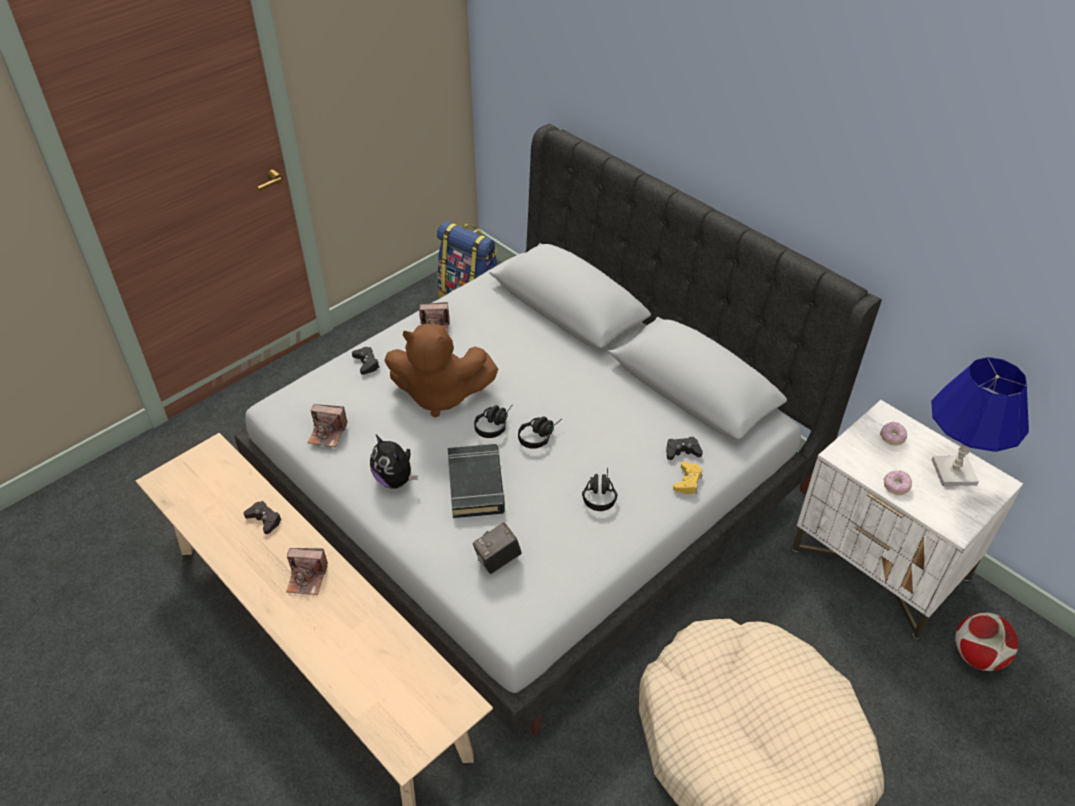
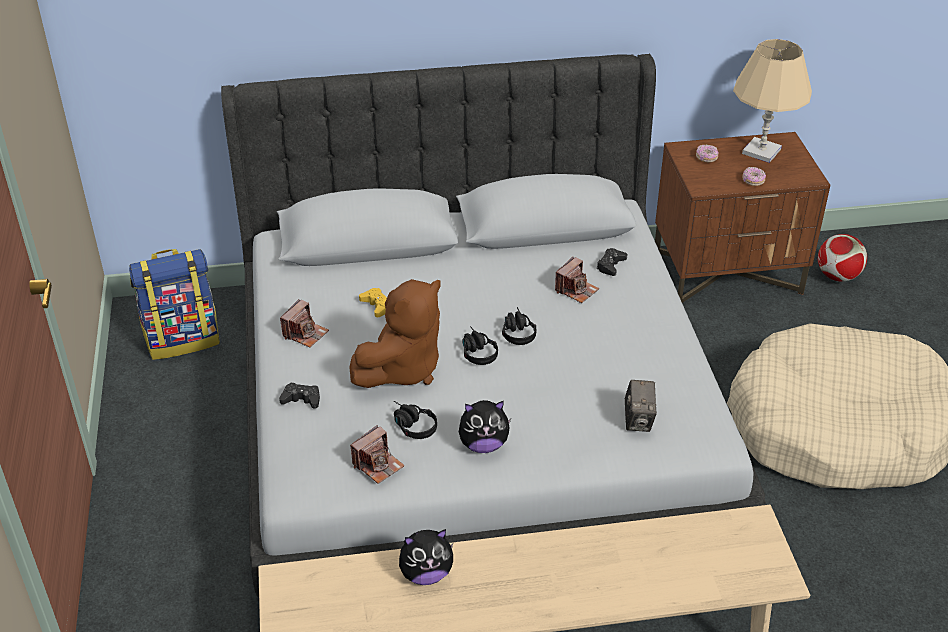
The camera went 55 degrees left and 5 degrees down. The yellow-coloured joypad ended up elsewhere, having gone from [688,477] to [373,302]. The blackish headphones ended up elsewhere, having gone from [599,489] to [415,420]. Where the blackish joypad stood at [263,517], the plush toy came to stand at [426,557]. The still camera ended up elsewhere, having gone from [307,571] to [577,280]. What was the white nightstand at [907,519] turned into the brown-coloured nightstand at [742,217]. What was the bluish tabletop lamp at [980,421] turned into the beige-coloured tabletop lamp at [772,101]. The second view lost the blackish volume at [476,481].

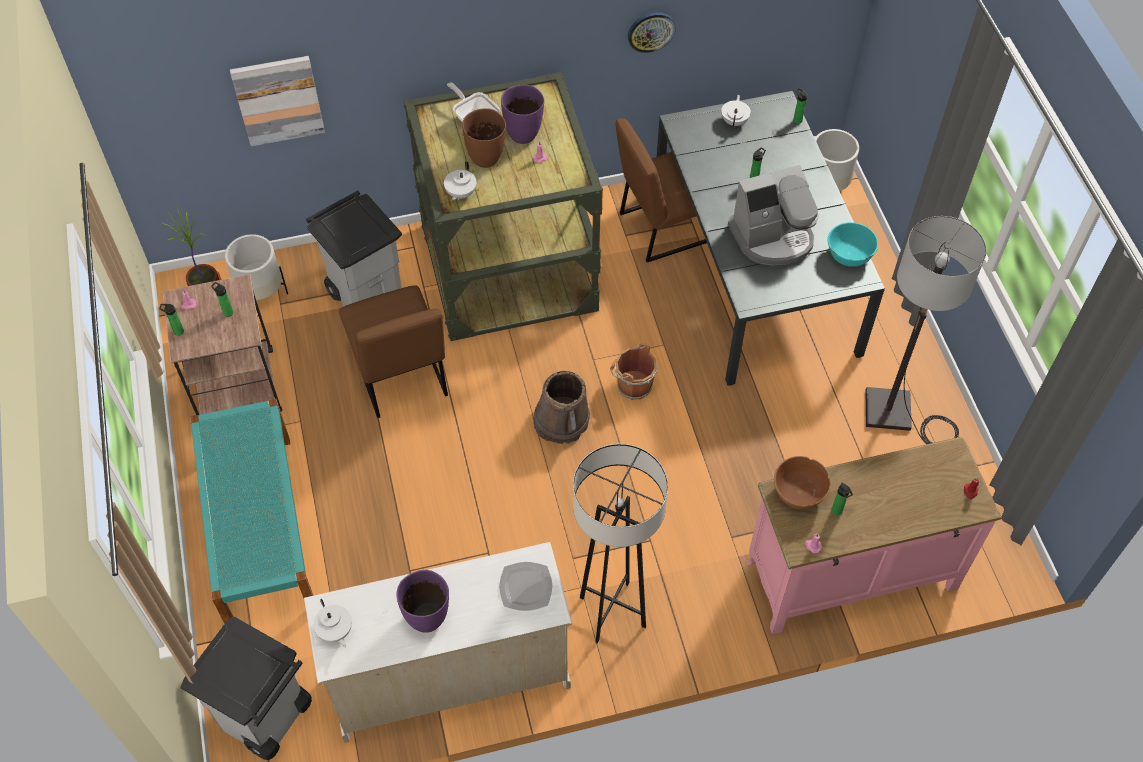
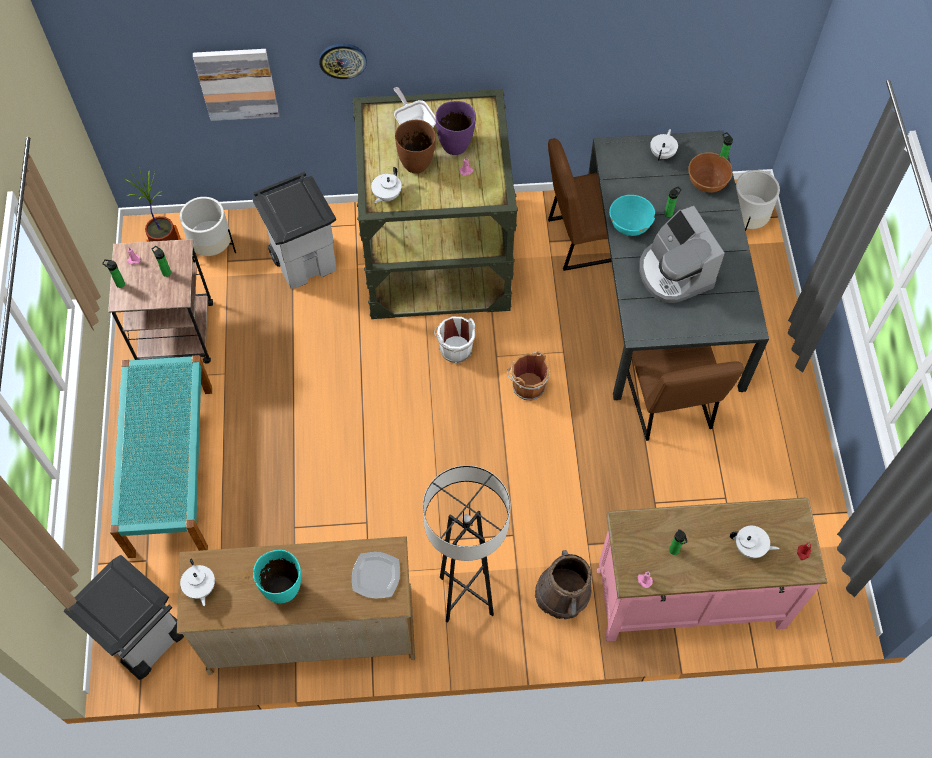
The camera went 10 degrees right and 5 degrees up. What was the white storage cabinet at [438,642] turned into the brown-coloured storage cabinet at [296,605]. What was the purple flower vase at [423,601] turned into the turquoise-coloured flower vase at [277,576]. The wall clock ended up elsewhere, having gone from [652,32] to [343,61]. The second view gained the white pail at [454,340]. The brown-coloured pail ended up elsewhere, having gone from [561,407] to [563,584]. The turquoise-coloured bowl ended up elsewhere, having gone from [853,244] to [632,215]. The brown-coloured chair ended up elsewhere, having gone from [393,351] to [685,393]. The coffee brewer at [773,215] ended up facing another way, 75 degrees clockwise from before. The brown-coloured bowl ended up elsewhere, having gone from [802,482] to [710,172]. The second view gained the white teapot at [755,542]. The second view lost the standard lamp at [925,330].

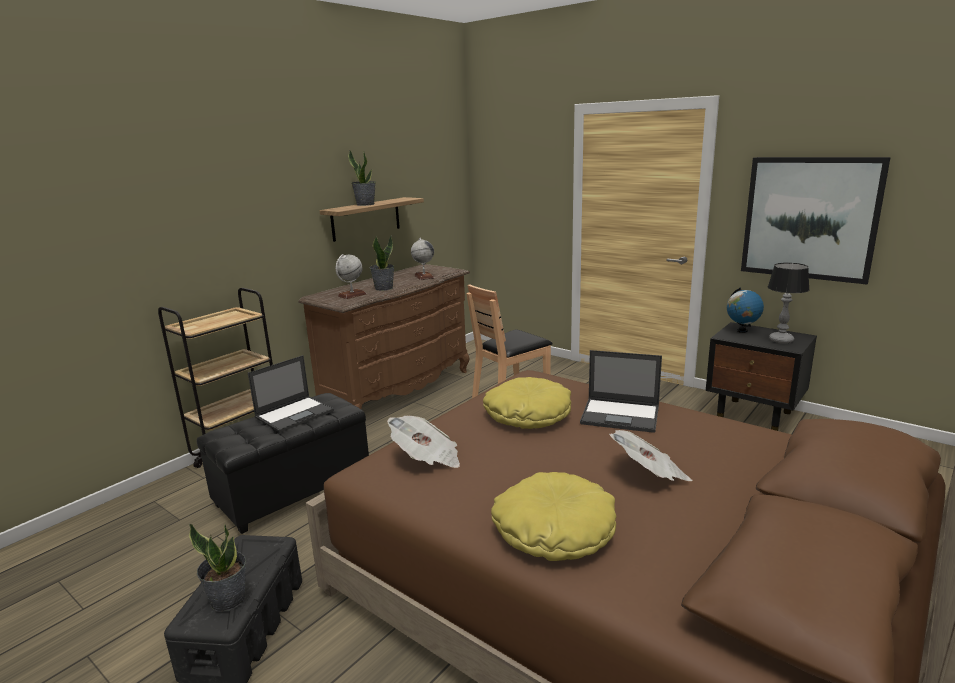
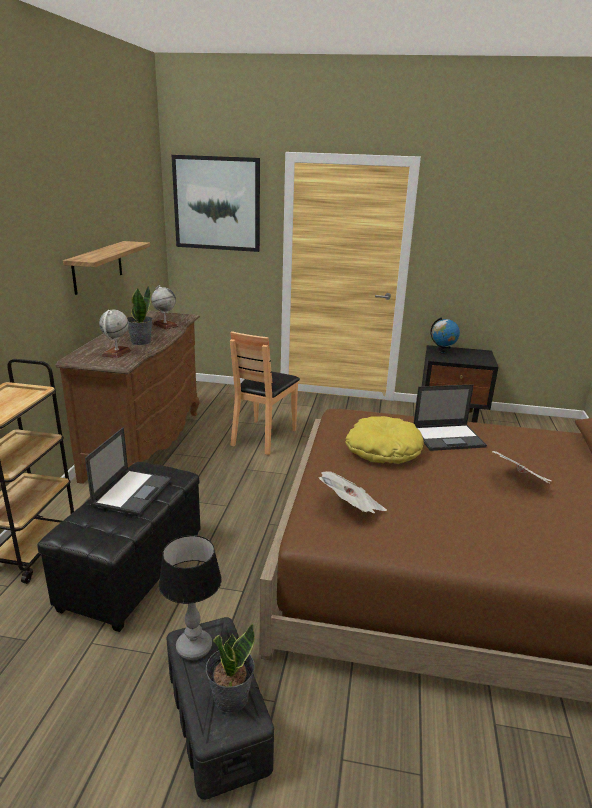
The camera went 30 degrees left and 5 degrees up. The tabletop lamp ended up elsewhere, having gone from [789,303] to [190,597]. The wall picture ended up elsewhere, having gone from [816,220] to [216,203]. The second view lost the houseplant at [362,177]. The second view lost the yellow-coloured throw pillow at [553,516].

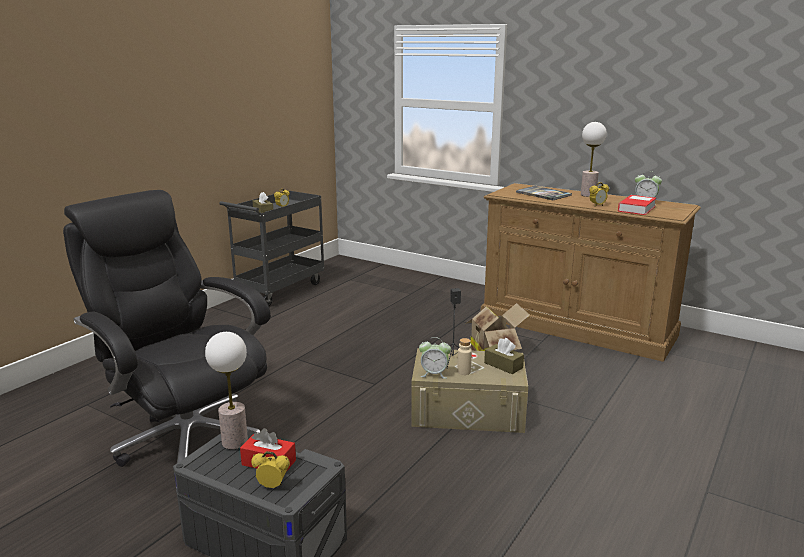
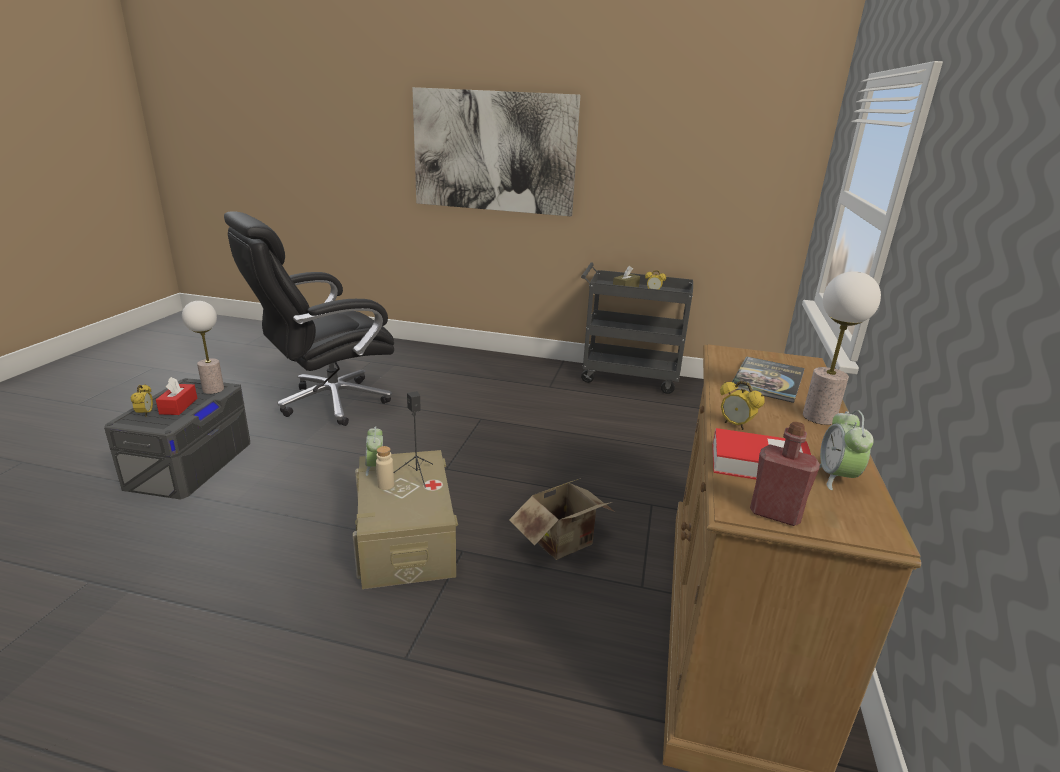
The camera went 70 degrees right and 5 degrees up. The blackish office chair at [167,328] ended up facing another way, 150 degrees counterclockwise from before. The second view gained the wall picture at [496,151]. The second view gained the reddish drink bottle at [785,474]. The second view lost the brown-coloured tissue box at [504,356].

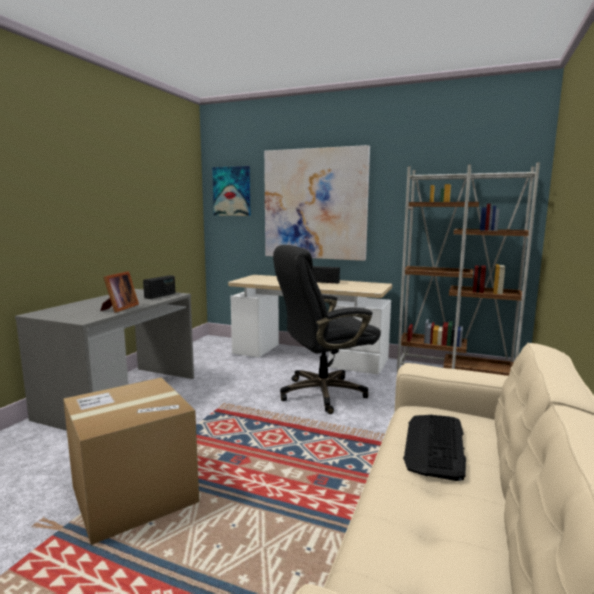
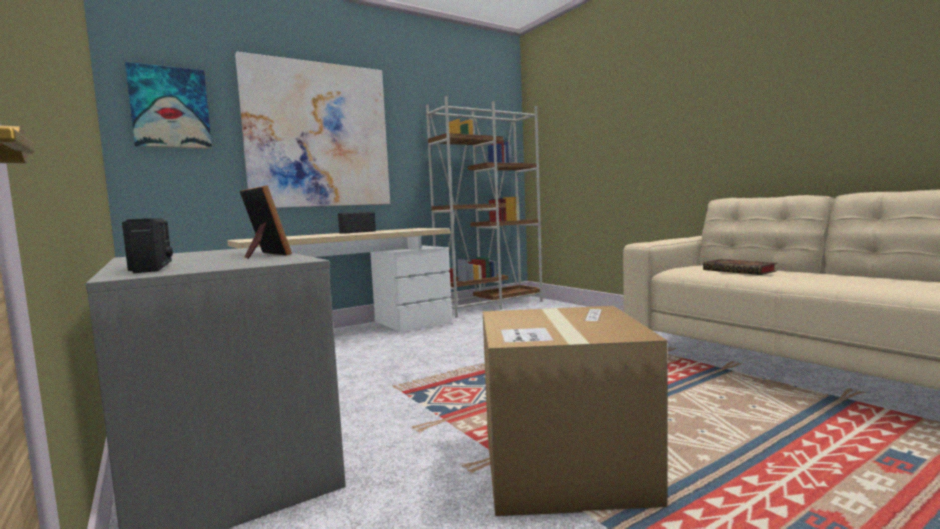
The camera went 55 degrees left and 5 degrees down. The radio set ended up elsewhere, having gone from [159,287] to [147,245]. Where the PC keyboard stood at [434,448], the volume came to stand at [740,267]. The second view lost the blackish office chair at [327,329].

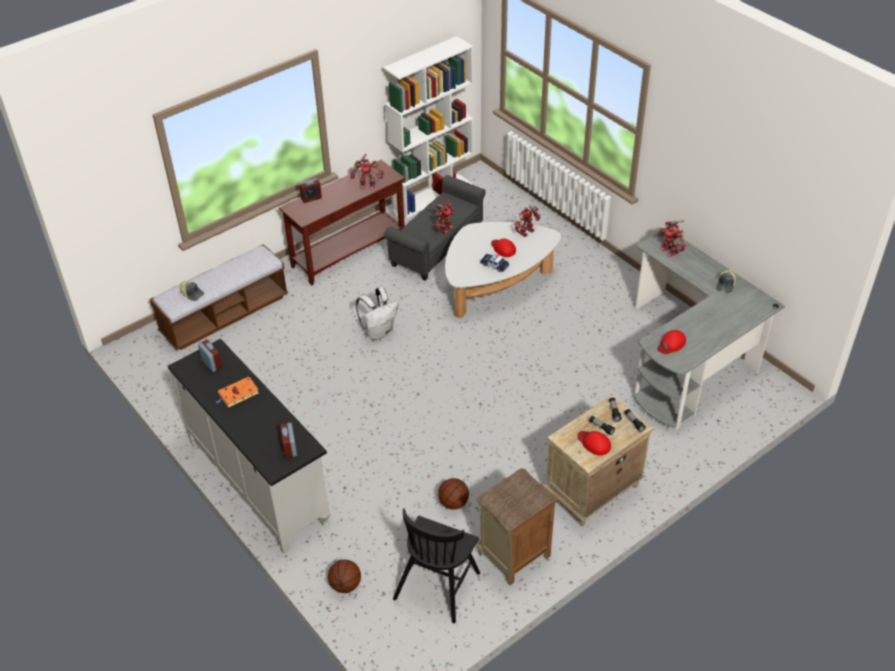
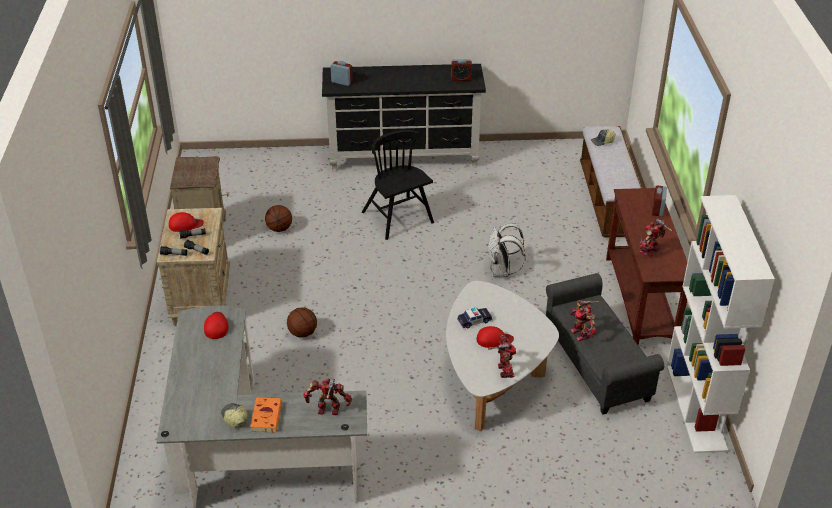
The camera went 125 degrees right and 5 degrees down. The orange volume ended up elsewhere, having gone from [237,392] to [266,415]. The basketball ended up elsewhere, having gone from [344,576] to [302,322]. The blackish chair ended up elsewhere, having gone from [436,566] to [398,185].

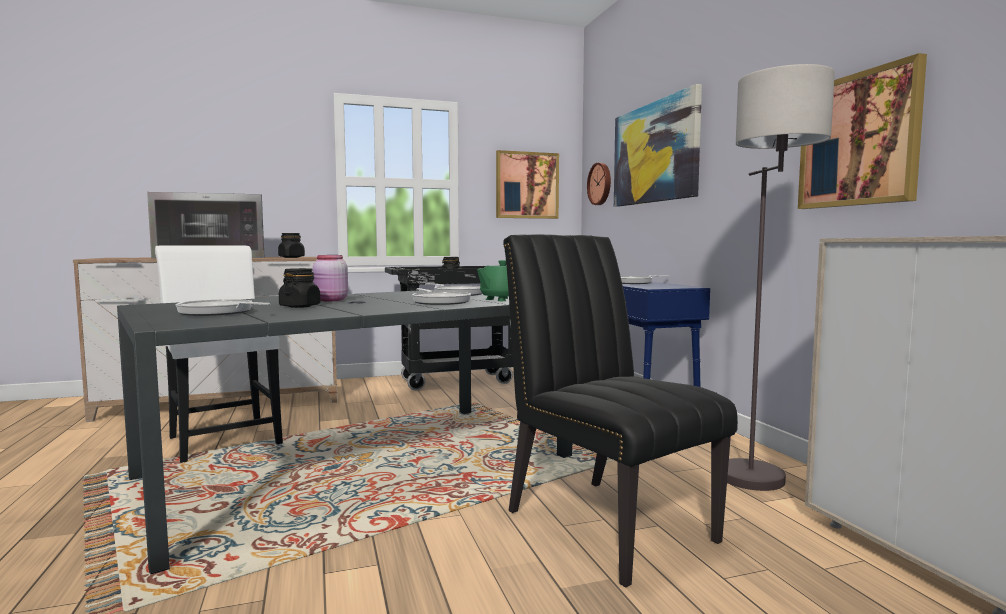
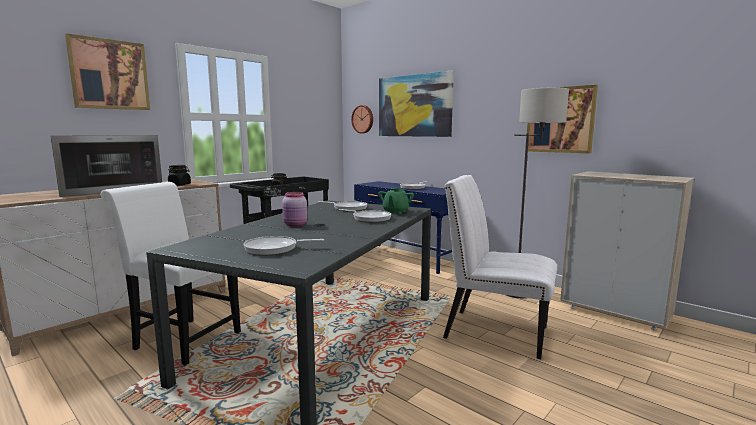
The camera went 30 degrees left and 5 degrees up. The wall picture ended up elsewhere, having gone from [527,184] to [107,71]. What was the blackish chair at [620,411] turned into the white chair at [500,267]. The second view lost the blackish jar at [299,288].

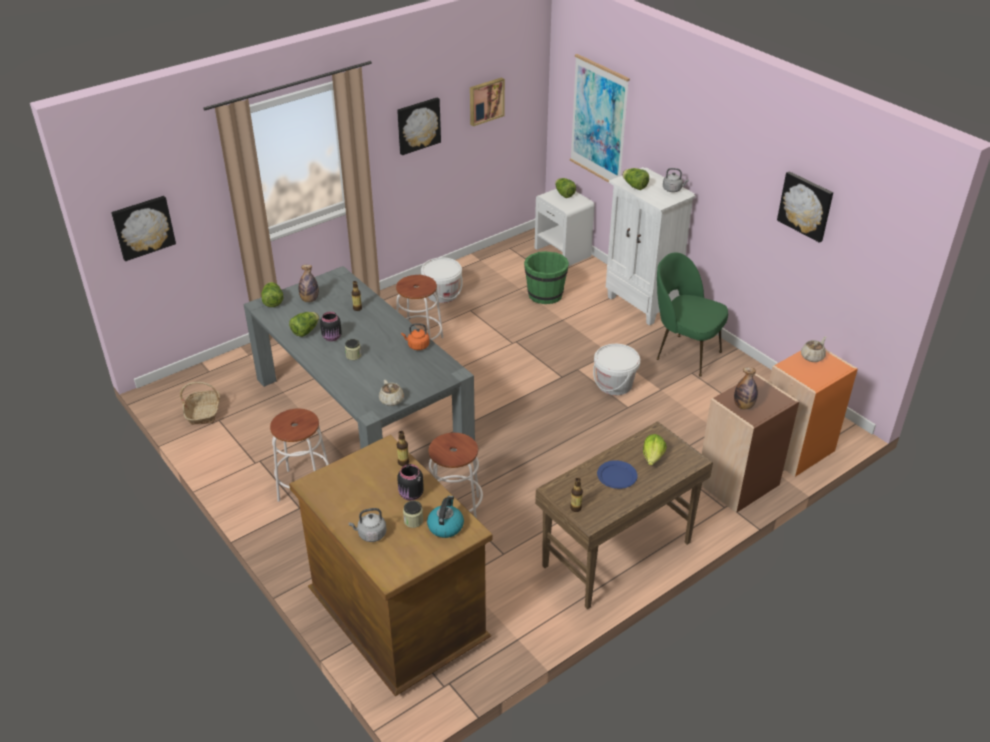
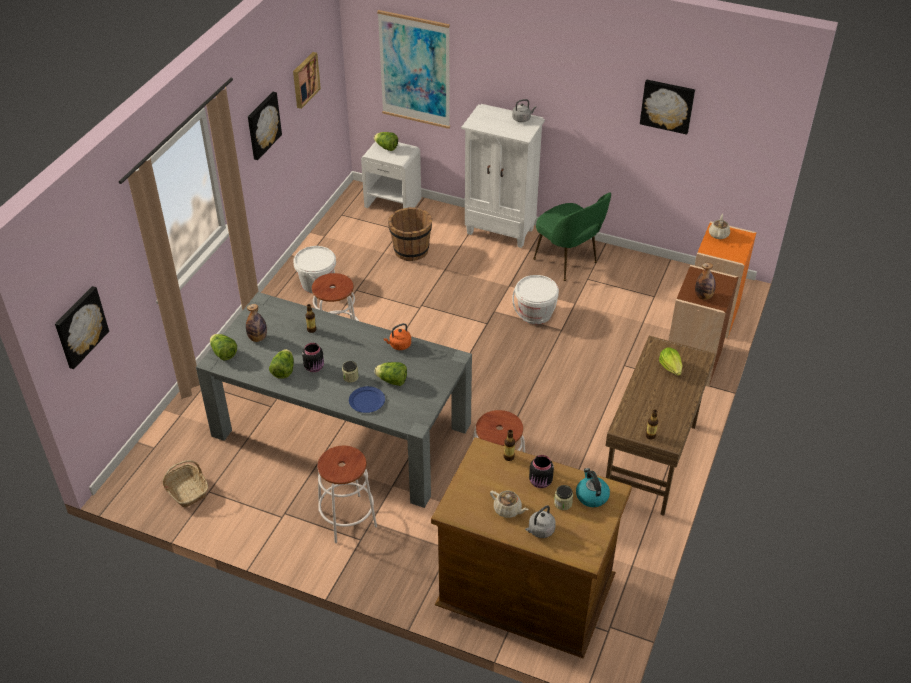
The camera went 30 degrees left and 5 degrees up. The bluish dinner plate ended up elsewhere, having gone from [617,474] to [367,399]. The lettuce ended up elsewhere, having gone from [635,179] to [390,374]. What was the greenish pail at [546,277] turned into the brown-coloured pail at [410,234]. The beige-coloured teapot ended up elsewhere, having gone from [391,393] to [509,504]. The greenish chair at [692,315] ended up facing another way, 135 degrees counterclockwise from before.

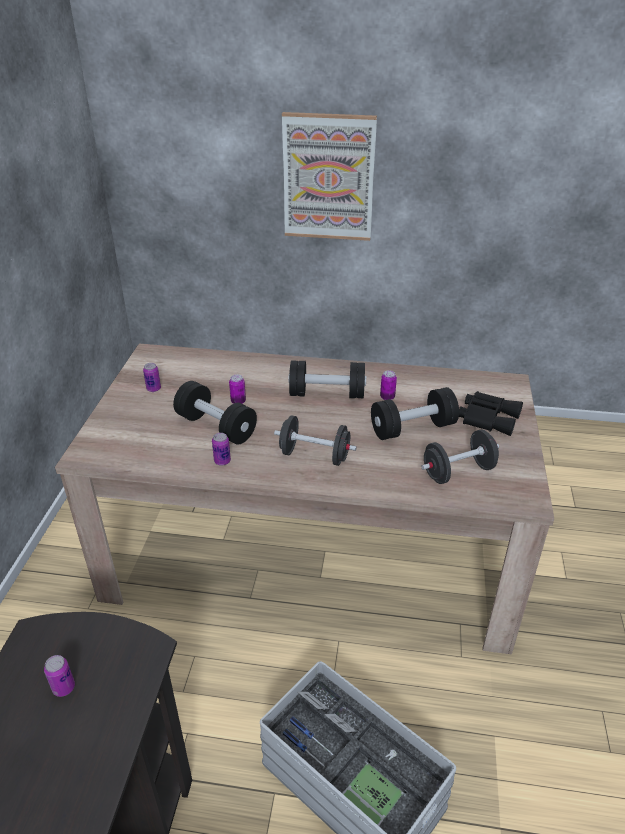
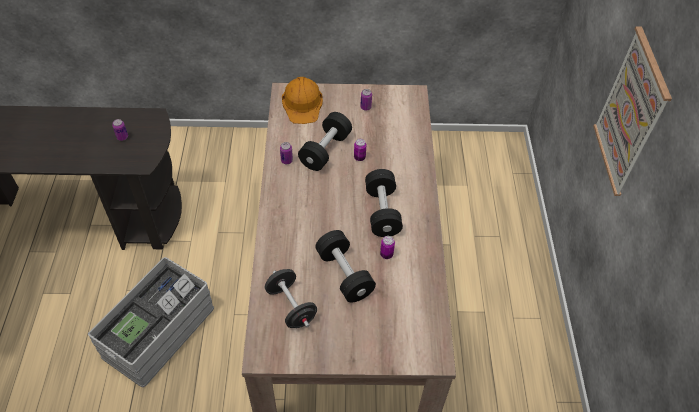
The camera went 80 degrees right and 15 degrees up. The second view gained the orange hard hat at [302,100]. The second view lost the blackish hand weight at [315,440]. The second view lost the blackish binoculars at [491,413].

